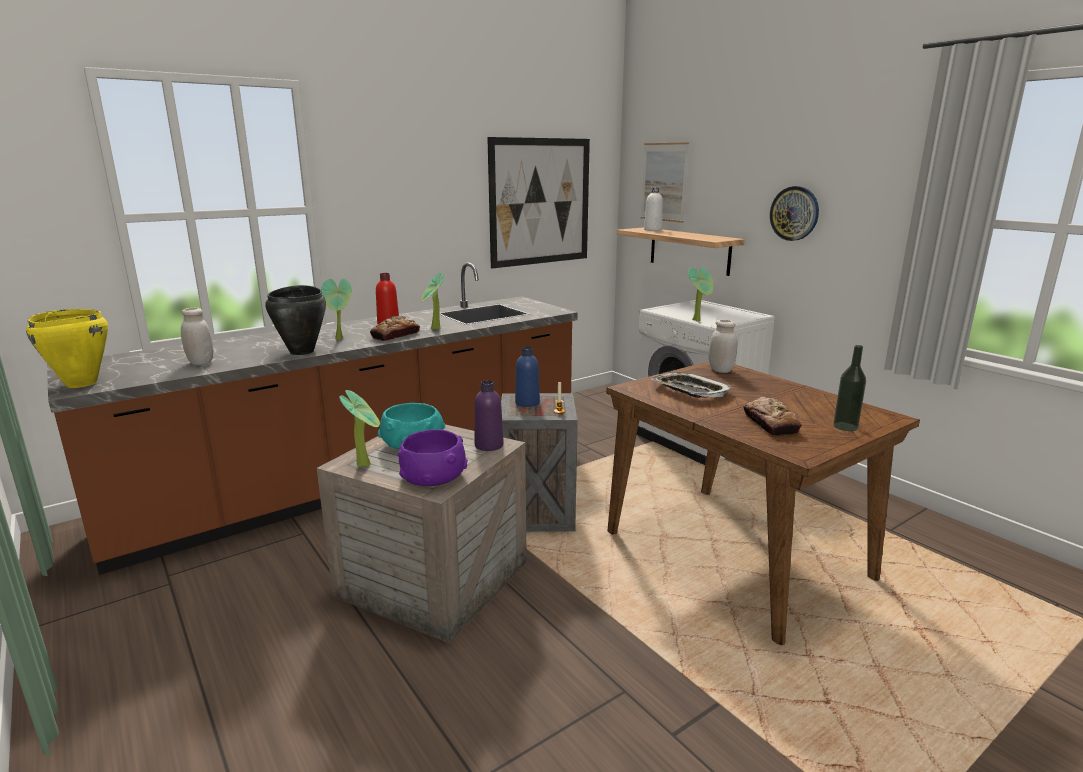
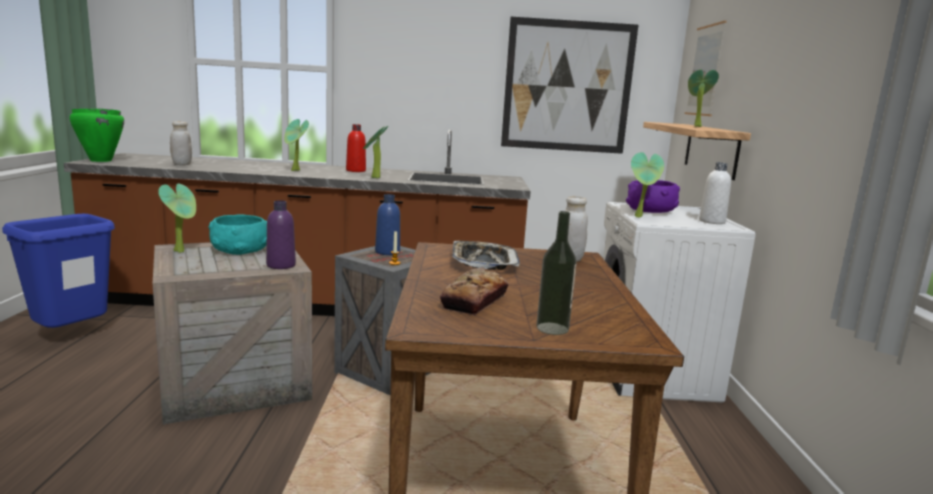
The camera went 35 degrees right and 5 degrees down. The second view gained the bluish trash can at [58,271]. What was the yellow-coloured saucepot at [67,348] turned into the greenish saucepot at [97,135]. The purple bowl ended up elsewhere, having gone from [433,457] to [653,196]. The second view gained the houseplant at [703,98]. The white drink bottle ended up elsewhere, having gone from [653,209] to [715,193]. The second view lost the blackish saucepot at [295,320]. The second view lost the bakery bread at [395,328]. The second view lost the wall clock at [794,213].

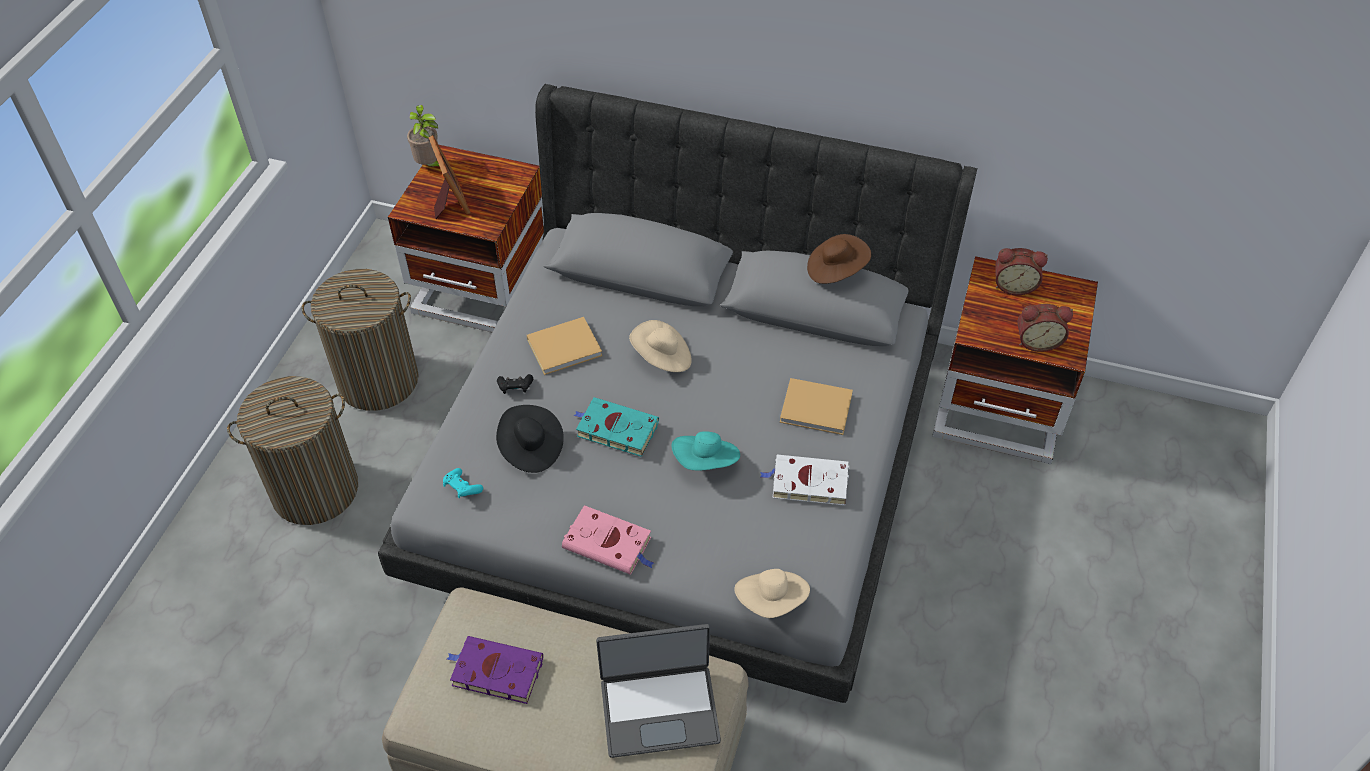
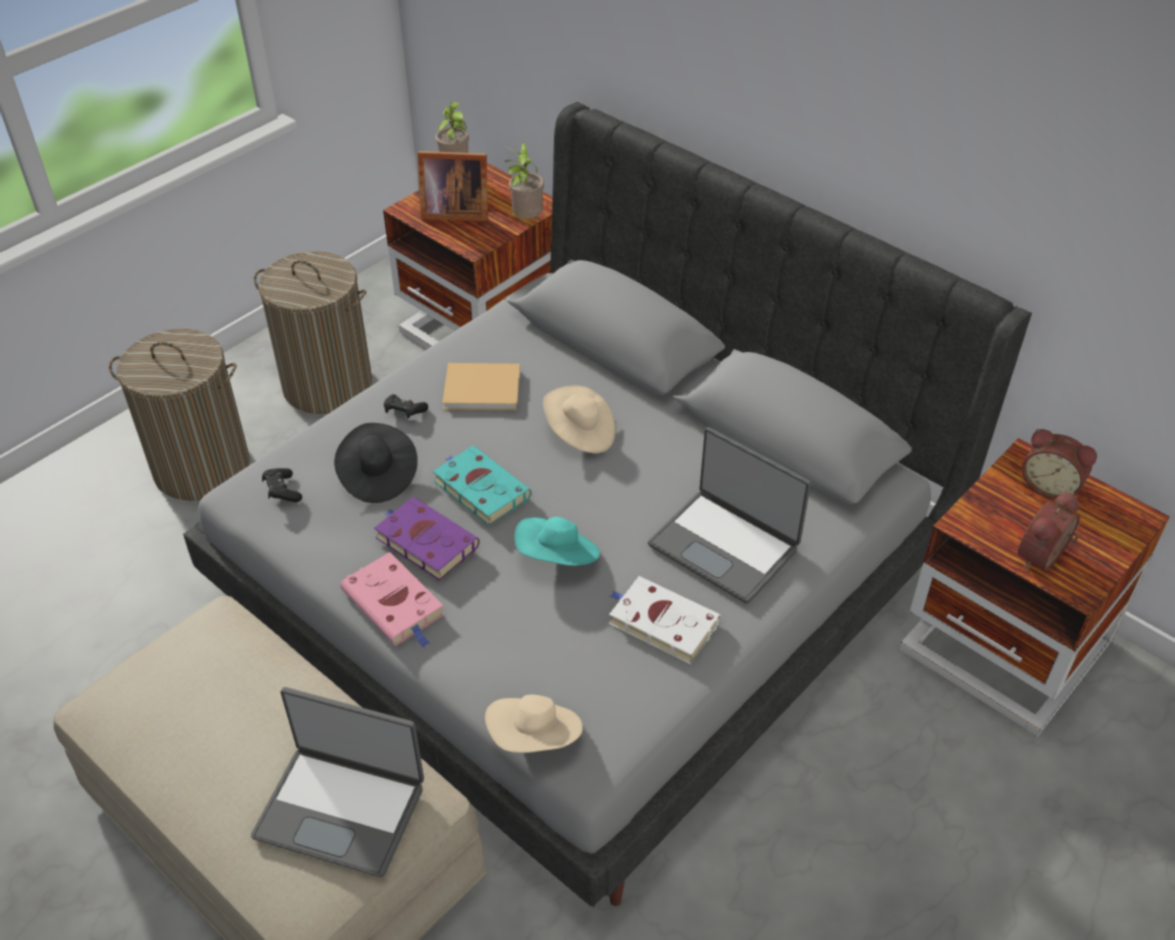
The camera went 25 degrees right and 5 degrees down. What was the turquoise-coloured joypad at [463,483] turned into the blackish joypad at [282,485]. The purple volume ended up elsewhere, having gone from [495,670] to [427,539]. The standing frame at [449,177] ended up facing another way, 90 degrees clockwise from before. The second view gained the houseplant at [524,180]. Where the beige-coloured volume stood at [816,406], the notebook computer came to stand at [729,515]. The bedside clock at [1045,328] ended up facing another way, 105 degrees clockwise from before. The second view lost the brown-coloured wearable hat at [839,259].

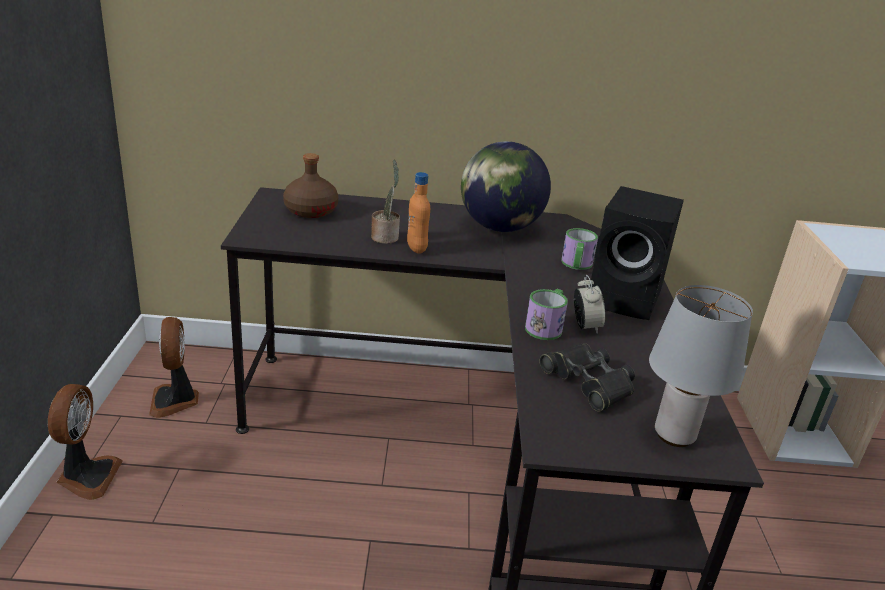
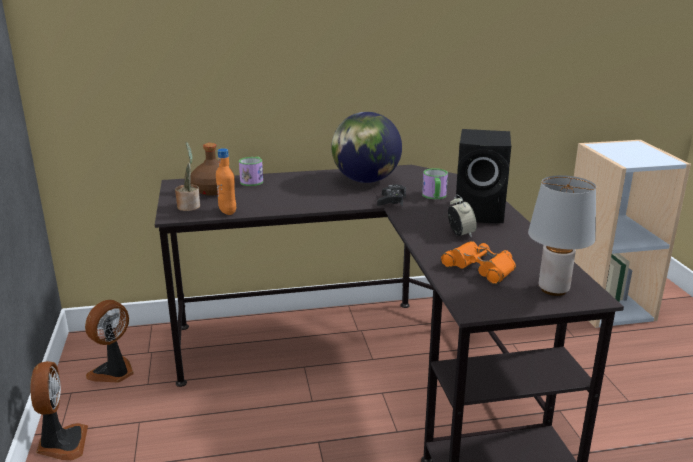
The camera went 10 degrees left and 5 degrees down. The electric fan at [174,367] ended up facing another way, 60 degrees clockwise from before. The houseplant ended up elsewhere, having gone from [385,202] to [187,176]. The orange drink bottle ended up elsewhere, having gone from [418,213] to [226,181]. The tea mug ended up elsewhere, having gone from [546,314] to [251,171]. The second view gained the blackish joypad at [391,195]. What was the blackish binoculars at [587,377] turned into the orange binoculars at [478,262].

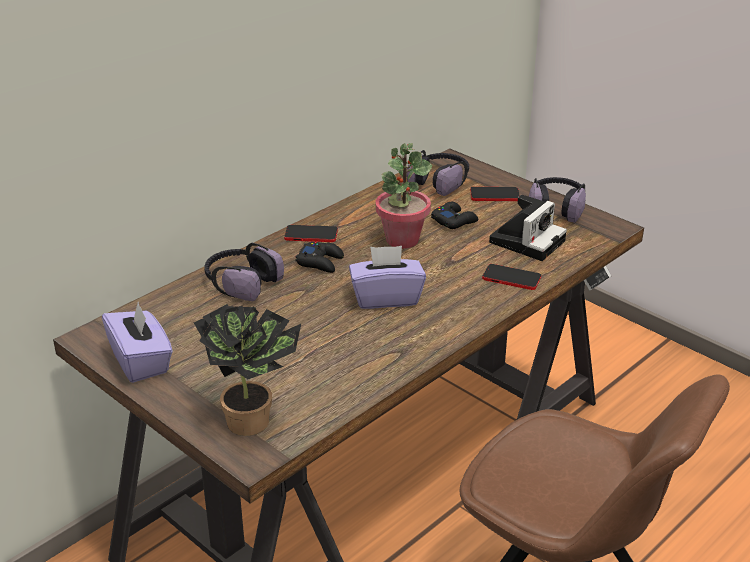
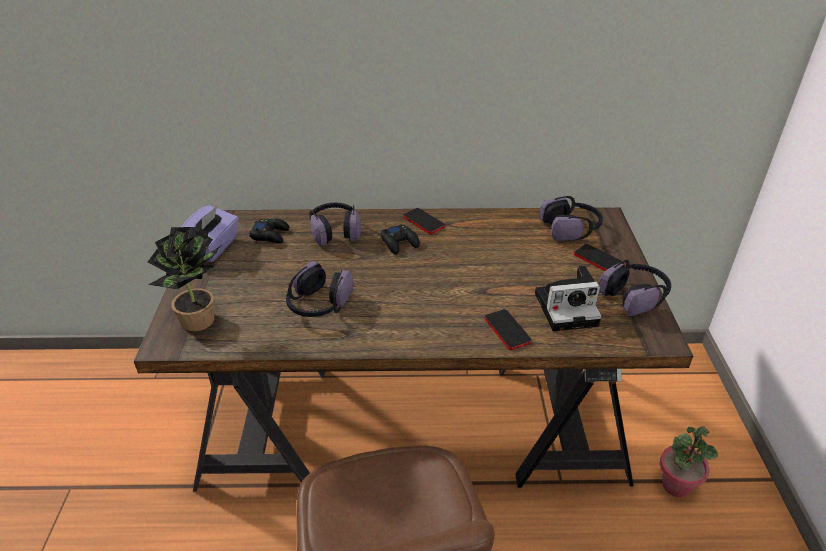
The camera went 45 degrees right and 5 degrees up. The blackish joypad ended up elsewhere, having gone from [454,215] to [269,230]. The second view gained the headphones at [319,289]. The houseplant ended up elsewhere, having gone from [403,196] to [689,461]. The second view lost the purple tissue box at [387,277].

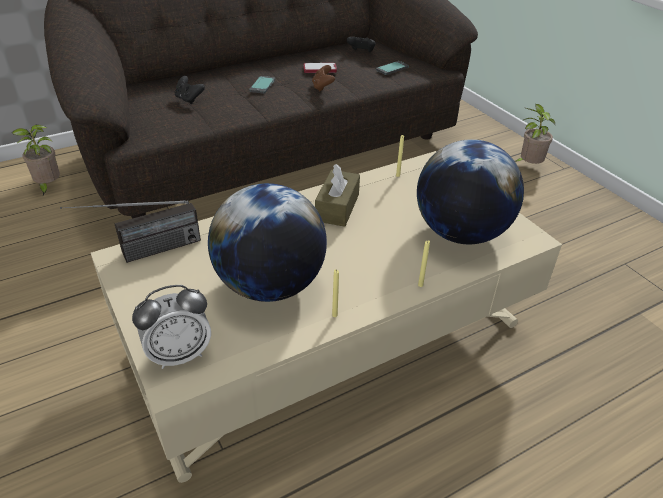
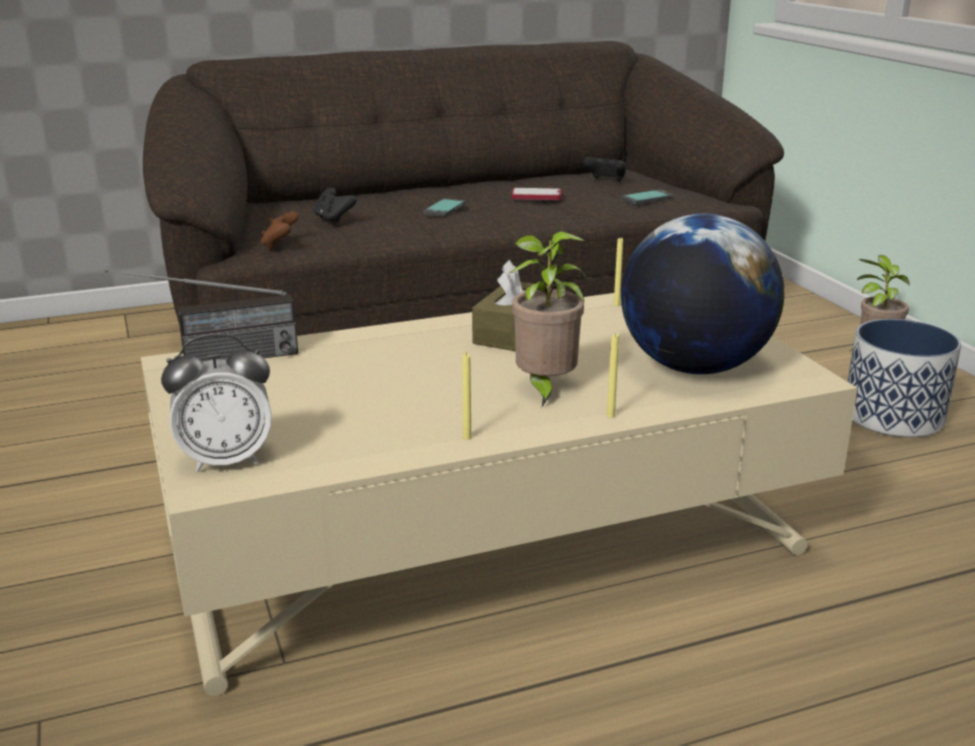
The camera went 10 degrees right and 15 degrees down. The brown-coloured joypad ended up elsewhere, having gone from [323,78] to [280,230]. The houseplant ended up elsewhere, having gone from [36,160] to [548,319]. The second view gained the flower pot at [904,378]. The second view lost the world globe at [267,242].

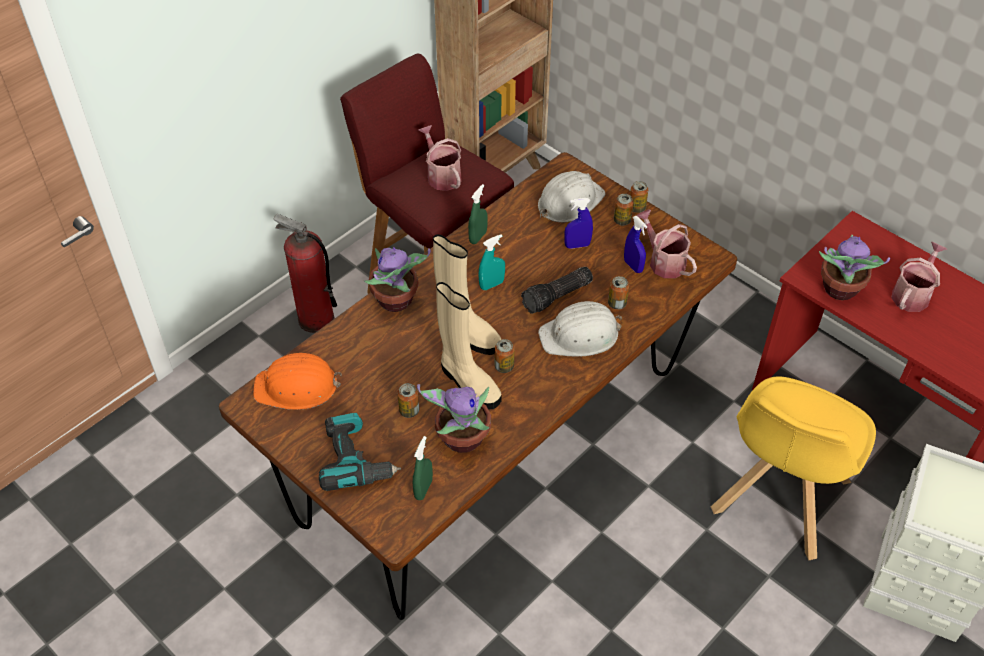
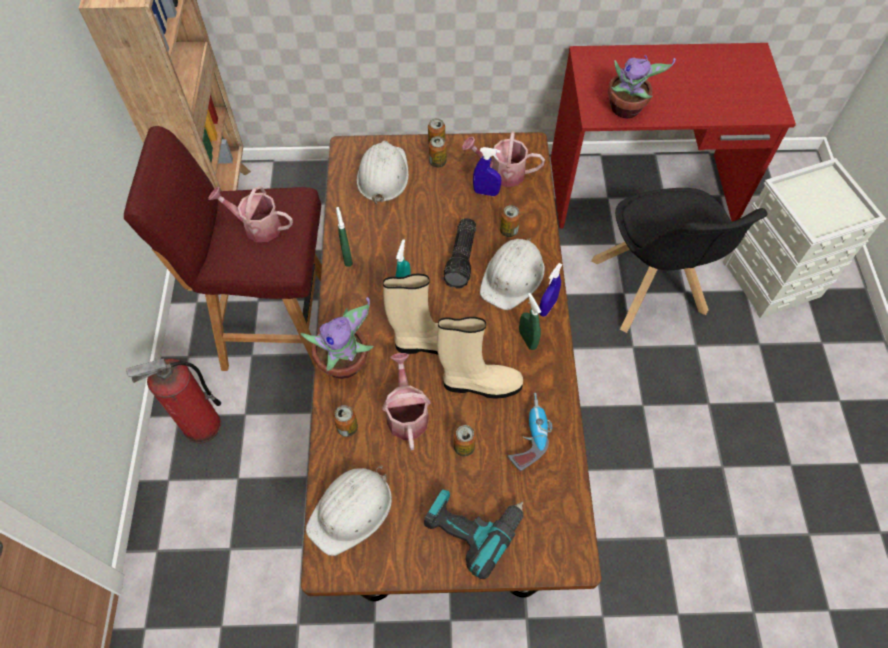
The camera went 45 degrees left and 10 degrees up. What was the orange hard hat at [297,381] turned into the white hard hat at [349,511]. The sealed can ended up elsewhere, having gone from [504,356] to [345,421]. The sprinkling can ended up elsewhere, having gone from [919,277] to [406,401]. Where the houseplant stood at [454,418], the electric drill came to stand at [530,432]. The greenish spray bottle ended up elsewhere, having gone from [423,468] to [530,321]. The bluish spray bottle ended up elsewhere, having gone from [578,223] to [550,290]. What was the yellow-coloured chair at [793,468] turned into the blackish chair at [679,260].

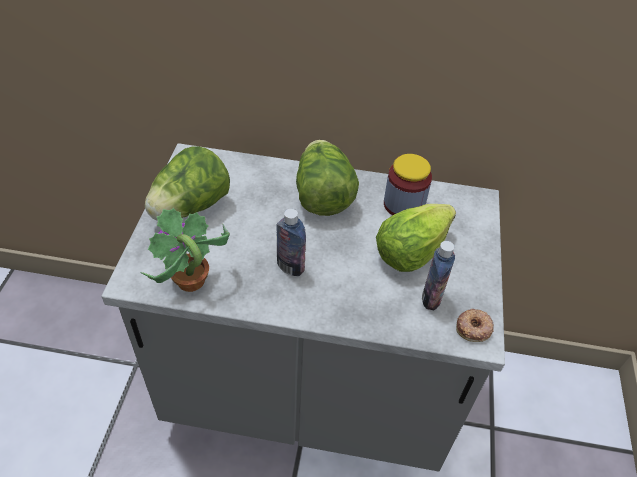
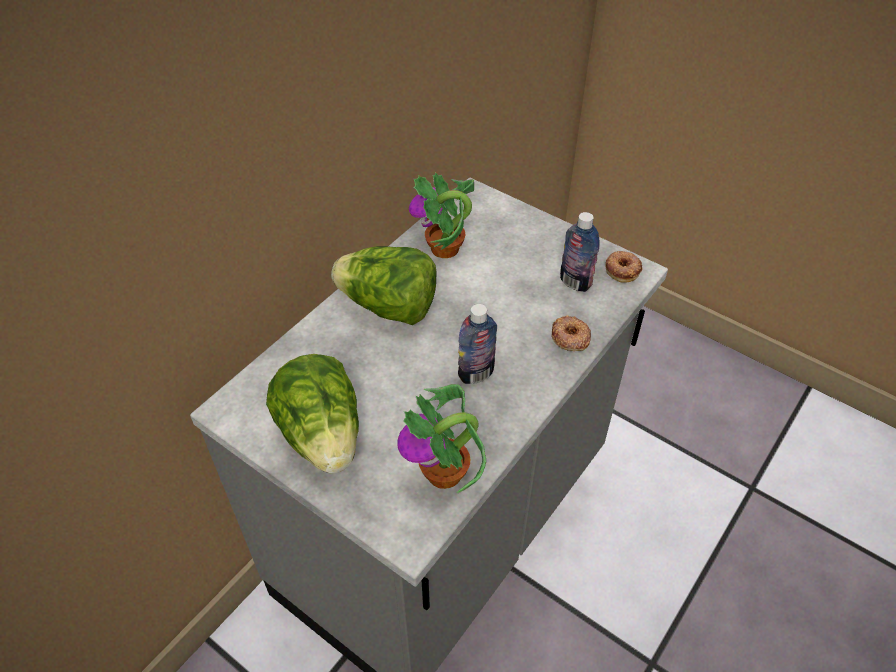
The camera went 60 degrees left and 0 degrees up. Where the jar stood at [408,185], the houseplant came to stand at [441,215]. The second view gained the ring doughnut at [571,333]. The second view lost the lettuce at [416,238].

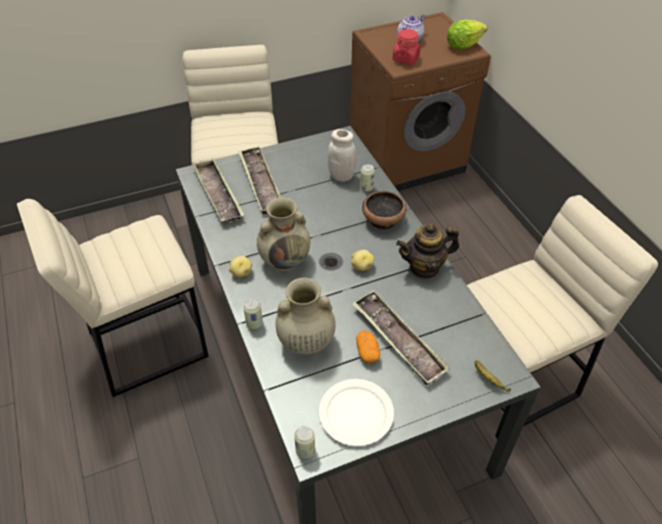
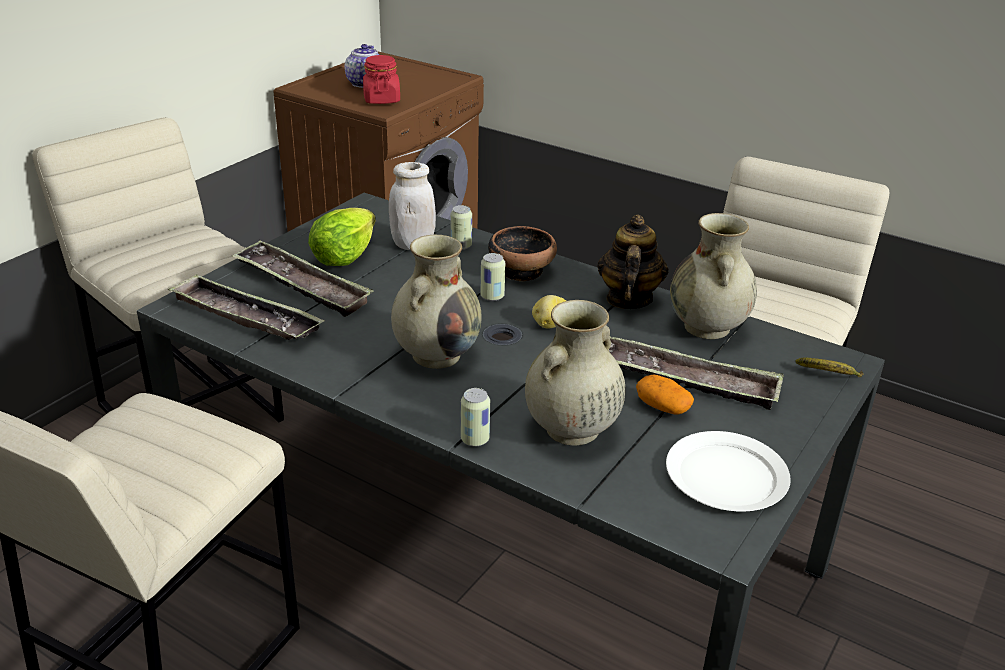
The camera went 35 degrees left and 15 degrees down. The lettuce ended up elsewhere, having gone from [467,35] to [342,237]. The sealed can ended up elsewhere, having gone from [304,442] to [493,277]. The teapot at [427,251] ended up facing another way, 150 degrees clockwise from before. The second view gained the beige-coloured flower vase at [713,276]. The second view lost the spud at [240,266].

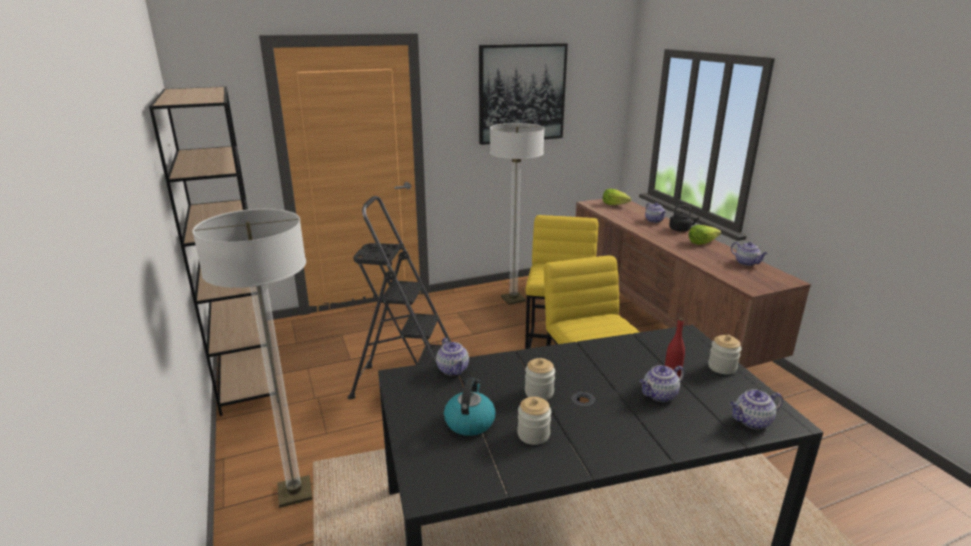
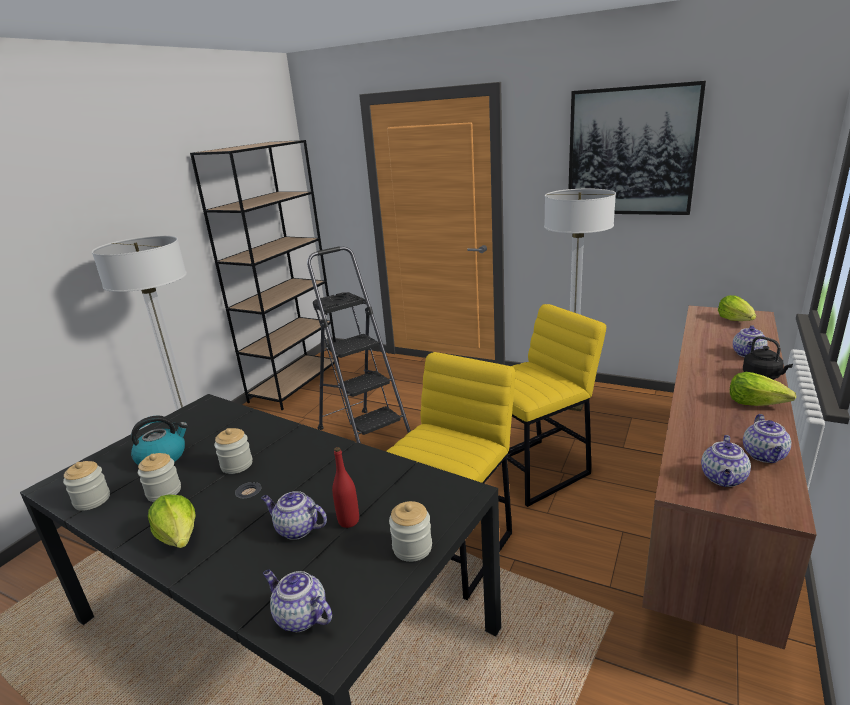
The camera went 50 degrees right and 0 degrees up. The second view gained the jar at [86,486]. The second view gained the lettuce at [172,521]. The teapot ended up elsewhere, having gone from [452,357] to [726,461].

